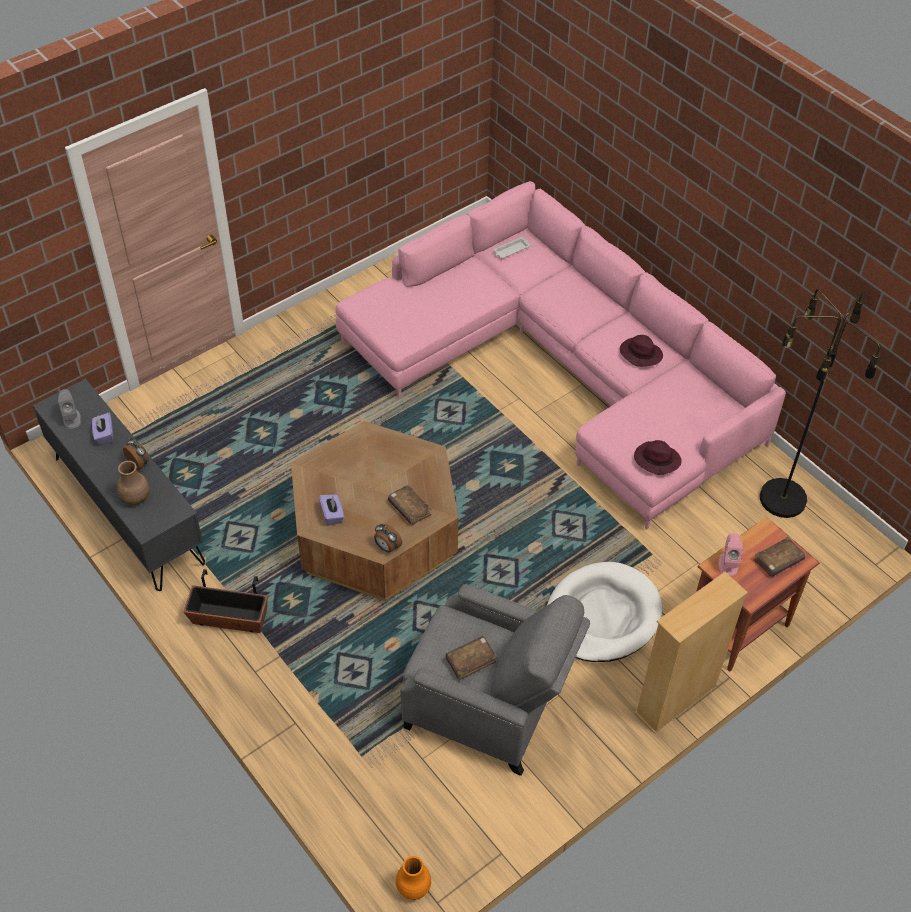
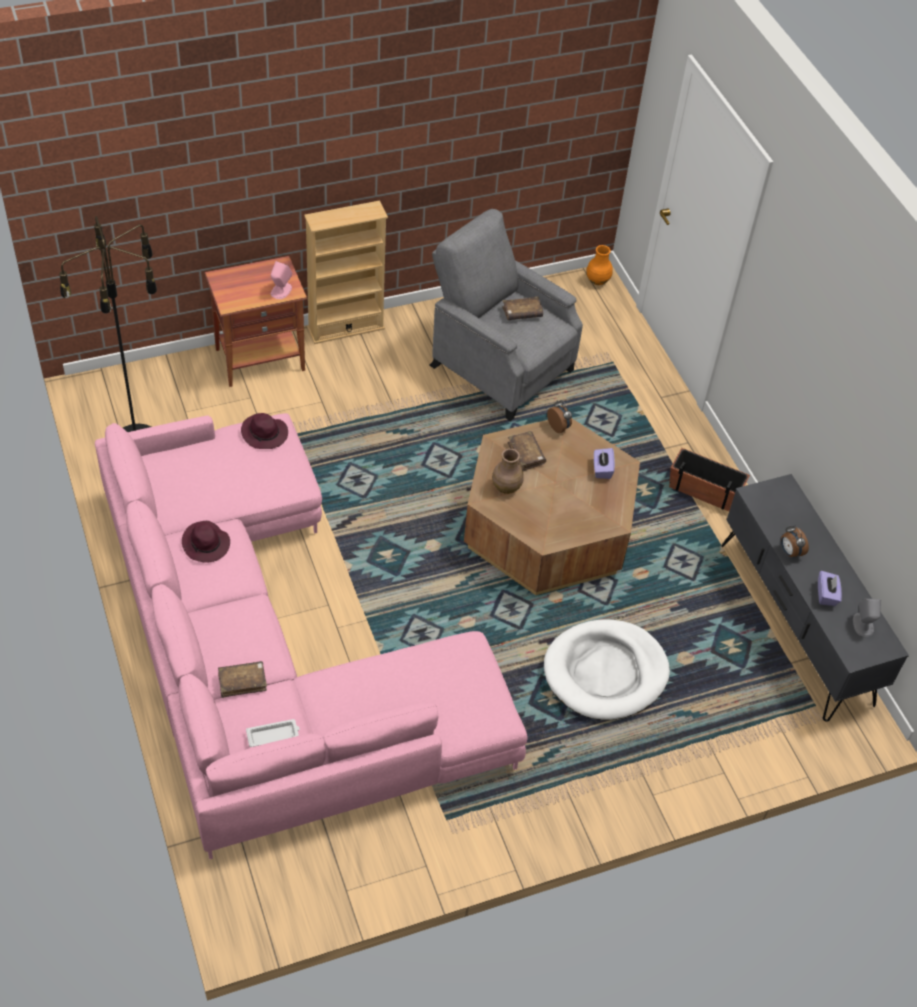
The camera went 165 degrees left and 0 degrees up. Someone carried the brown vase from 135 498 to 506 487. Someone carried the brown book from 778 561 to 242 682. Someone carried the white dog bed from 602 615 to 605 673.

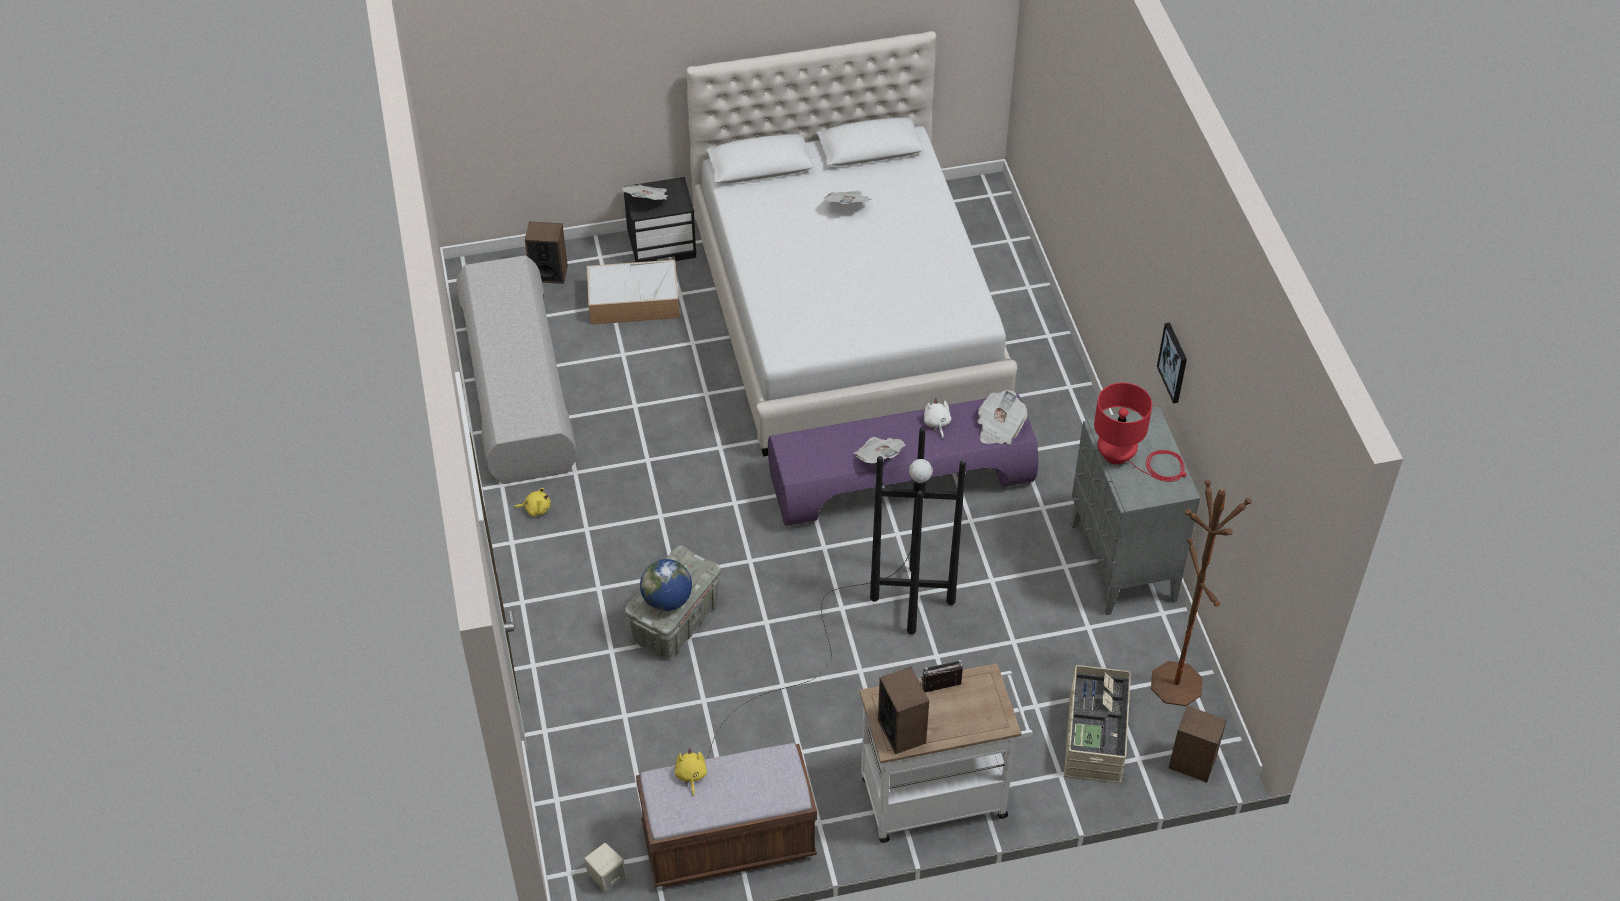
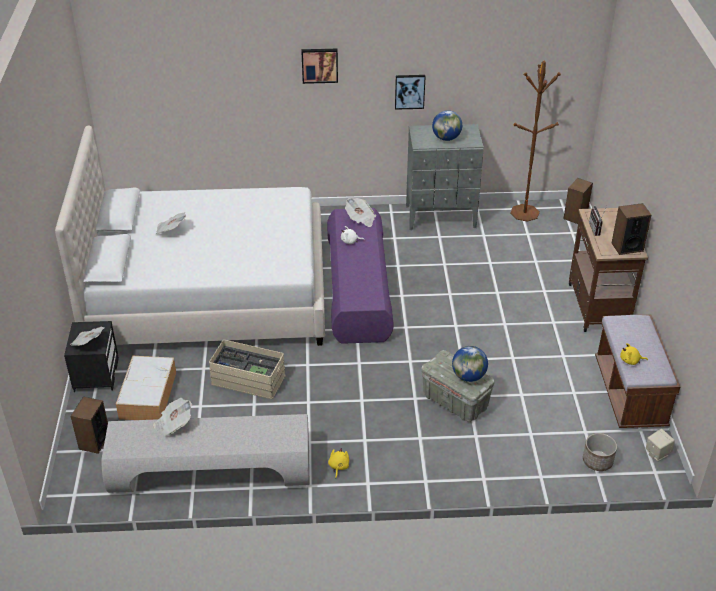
The camera went 80 degrees left and 10 degrees down. Someone swapped the red table lamp at 1135 459 for the globe at 446 138. Someone took away the black floor lamp at 856 631. Someone carried the newspaper from 878 457 to 173 424. Someone repainted the white cart at 938 798, which became the brown cart at 597 305. Someone carried the beige storage box from 1094 735 to 248 380. Someone put up the picture at 319 65. Someone put down the planter at 597 461.

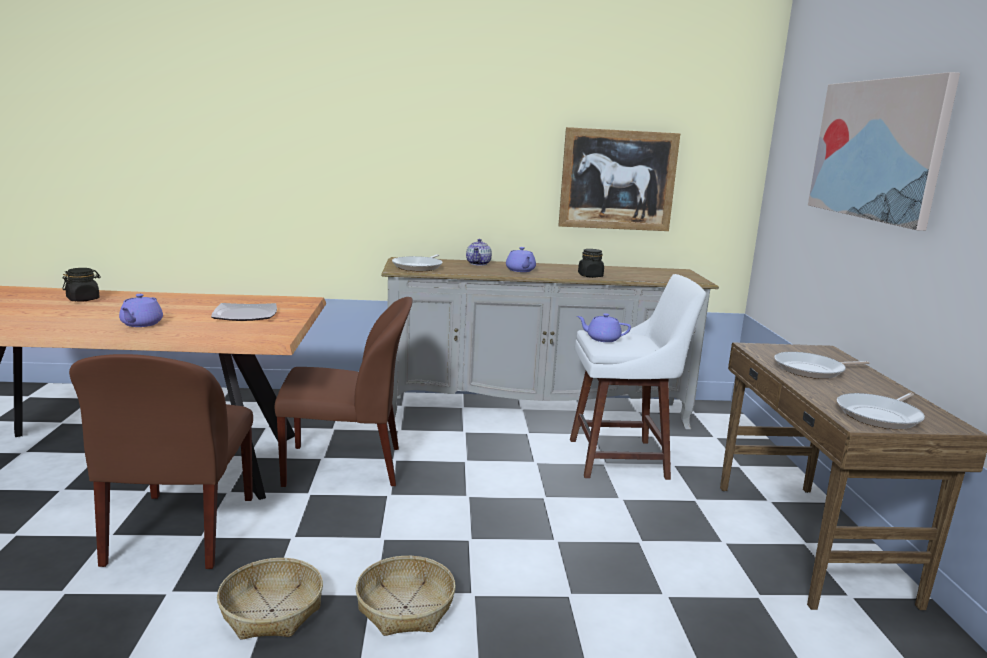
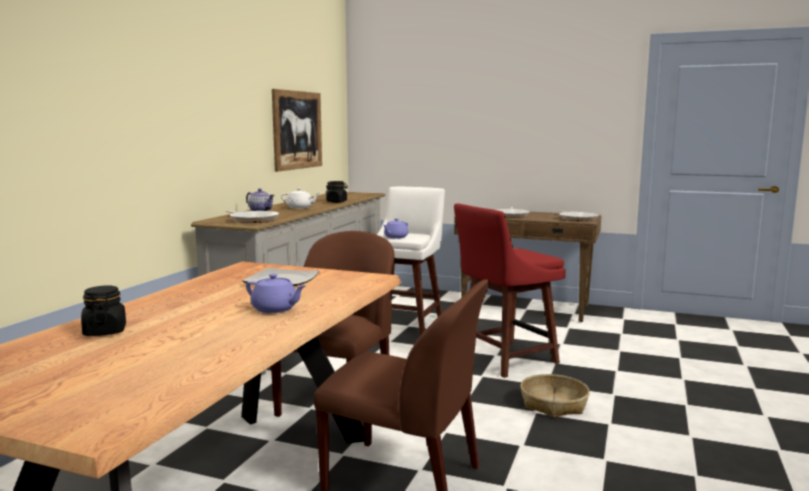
The camera went 65 degrees left and 5 degrees down. Someone took away the picture at 877 149. Someone repainted the purple teapot at 520 270, which became the white teapot at 300 208. Someone took away the basket at 272 611. Someone put down the red stool at 503 359.

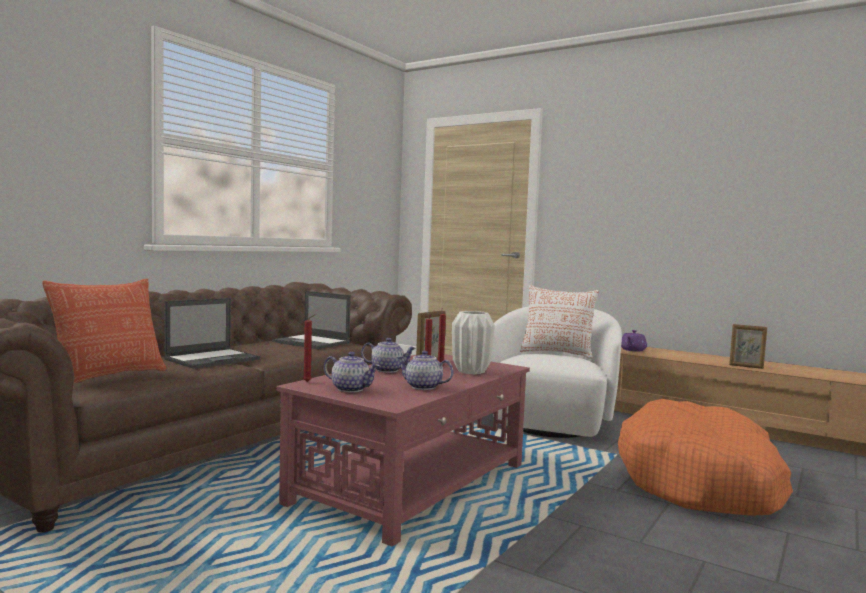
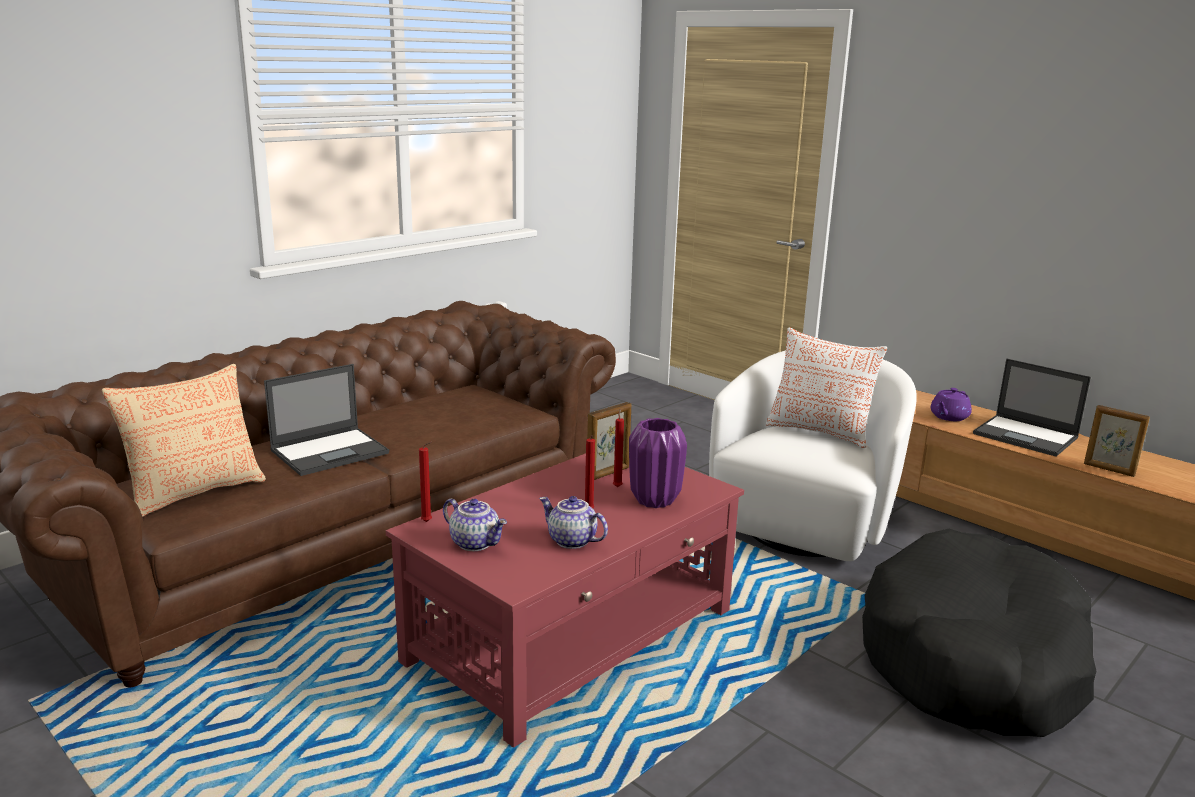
The camera went 10 degrees right and 15 degrees up. Someone repainted the orange pillow at 109 377, which became the beige pillow at 196 493. Someone carried the laptop from 312 342 to 1026 436. Someone repainted the white vase at 471 371, which became the purple vase at 655 500. Someone took away the teapot at 388 370. Someone repainted the orange dog bed at 700 481, which became the black dog bed at 974 660.

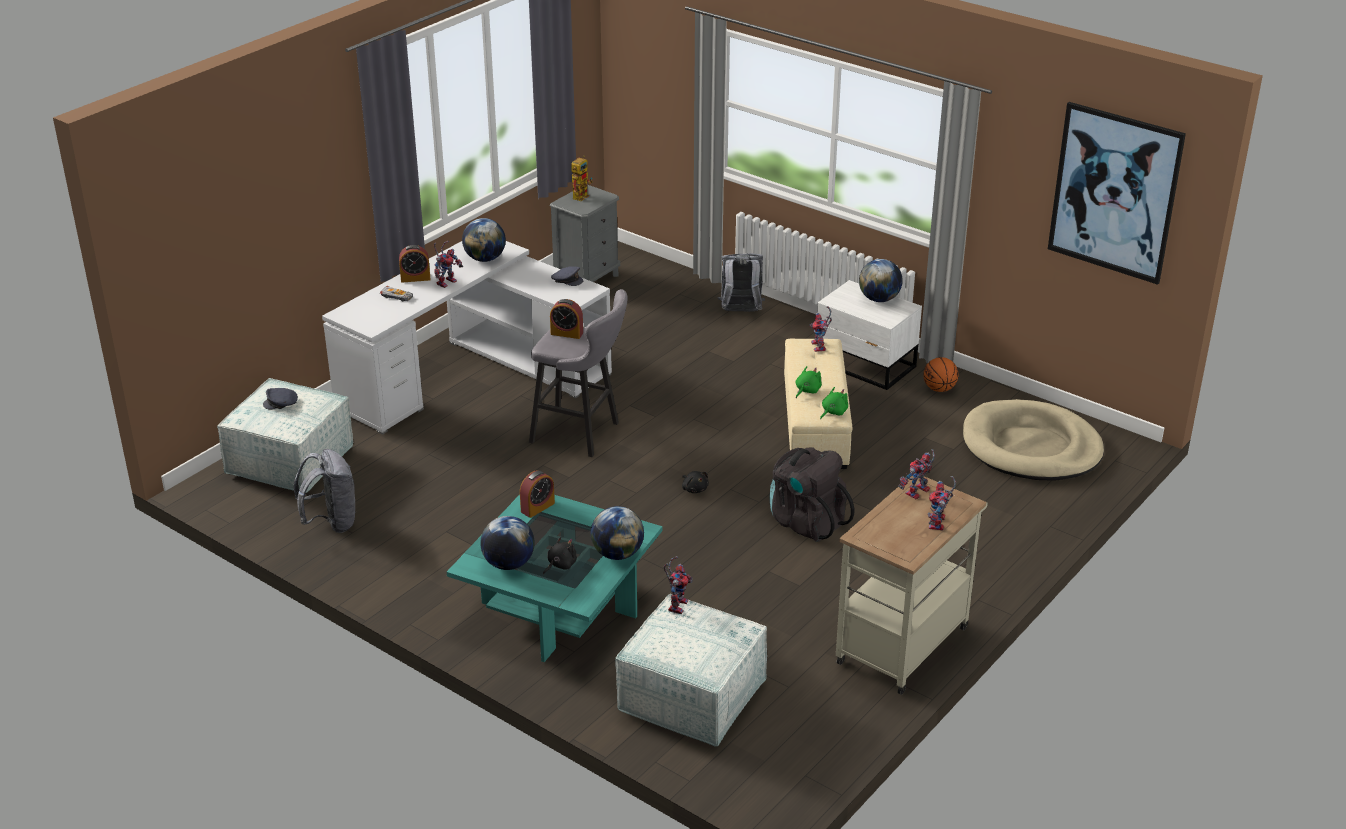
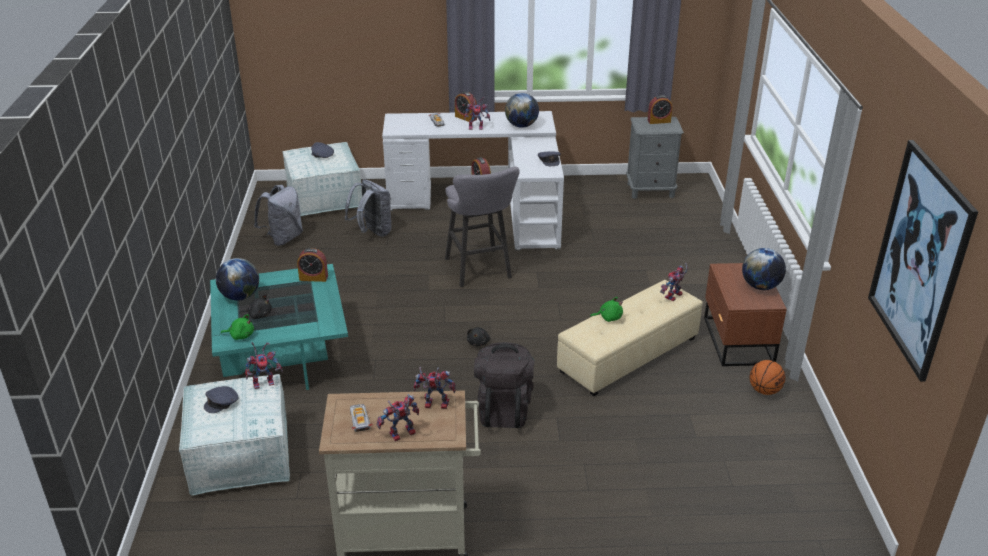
The camera went 50 degrees right and 0 degrees up. Someone swapped the toy robot at 581 195 for the alarm clock at 659 121. Someone carried the grey backpack from 740 312 to 372 232. Someone repainted the white nightstand at 865 366, which became the brown nightstand at 736 341. Someone carried the green plush toy from 833 412 to 241 335. Someone took away the beige dog bed at 1031 447. Someone took away the globe at 617 554. Someone put down the grey cap at 222 403. Someone put down the toy car at 360 420.

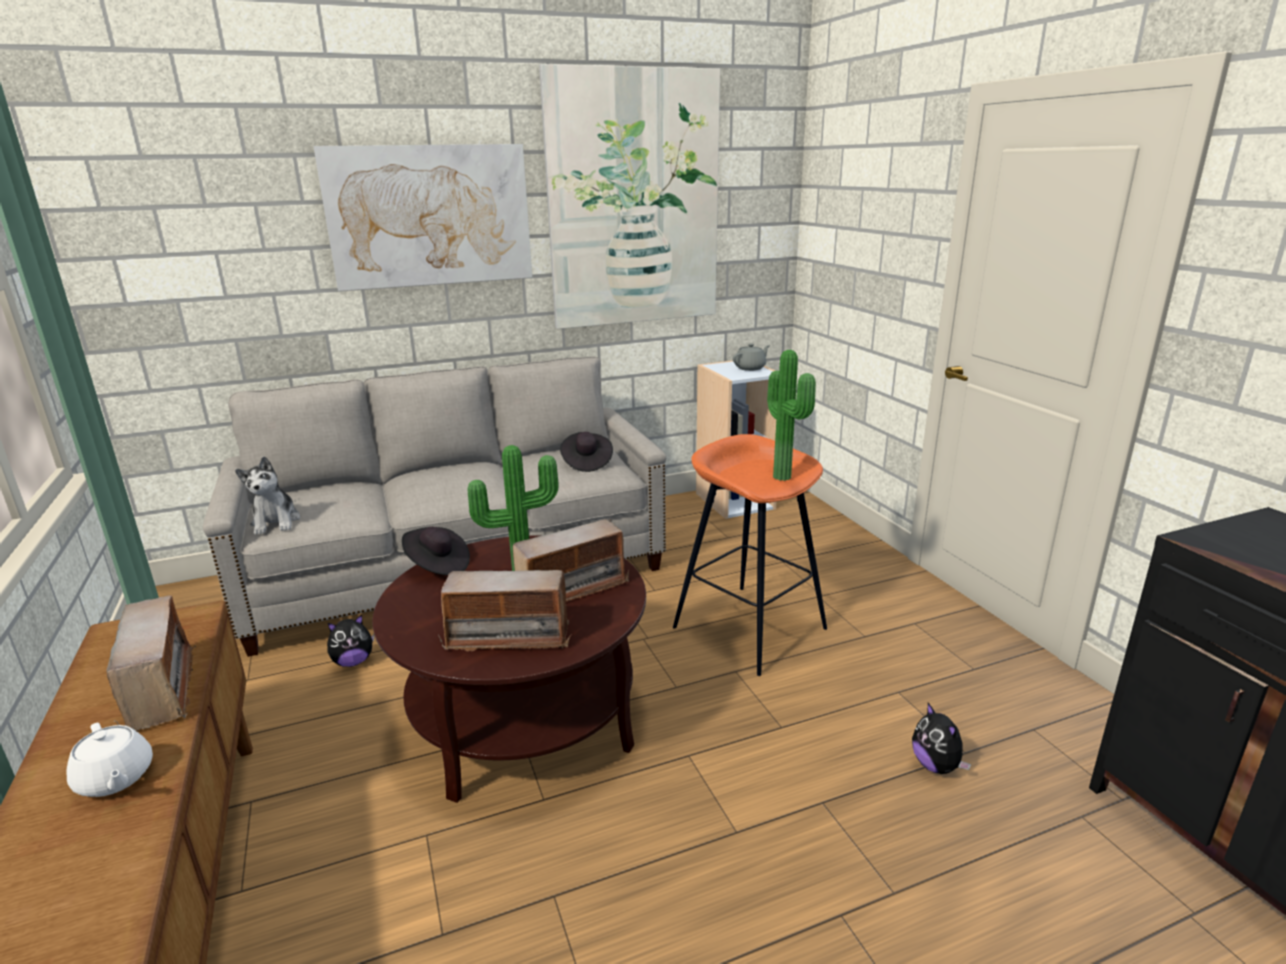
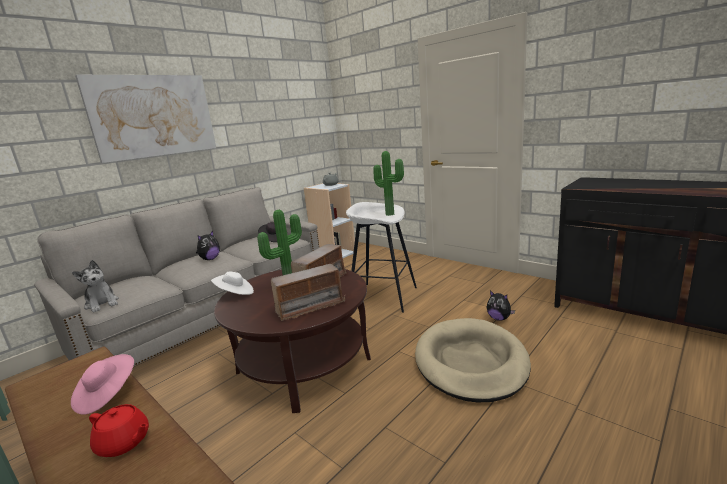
The camera went 25 degrees left and 5 degrees down. Someone took away the picture at 634 201. Someone repainted the orange stool at 749 627, which became the white stool at 383 297. Someone repainted the black hat at 437 565, which became the white hat at 235 294. Someone swapped the radio at 161 689 for the pink hat at 107 395. Someone carried the plush toy from 353 662 to 210 259. Someone repainted the white teapot at 115 779, which became the red teapot at 124 443. Someone put down the beige dog bed at 470 362.

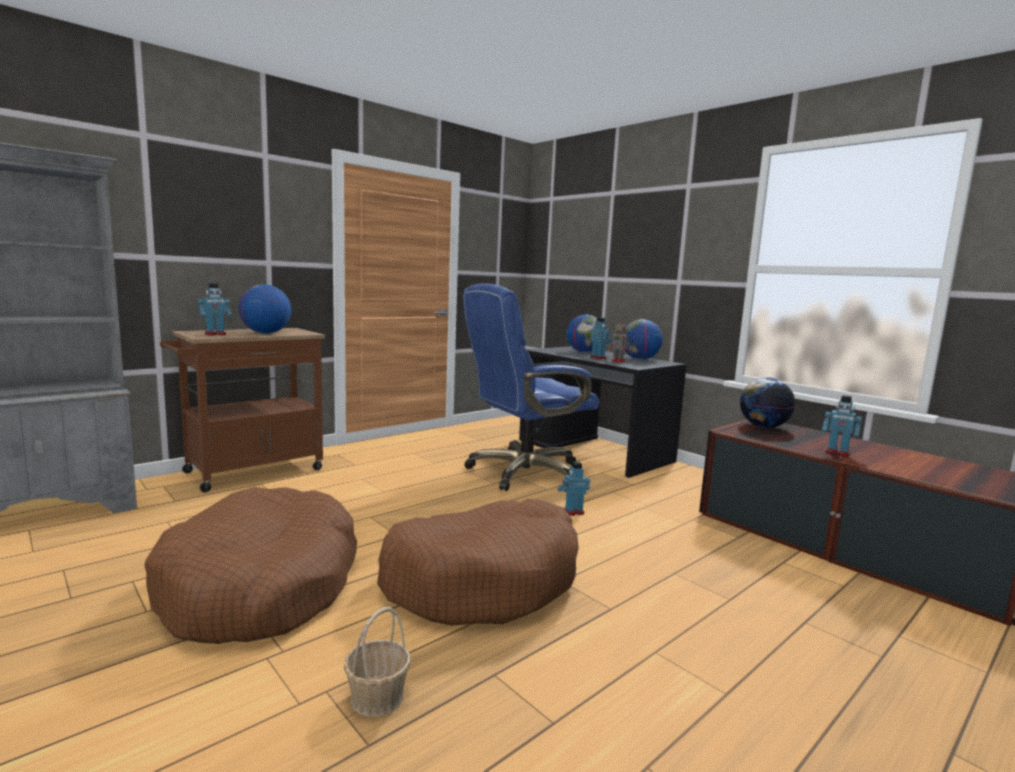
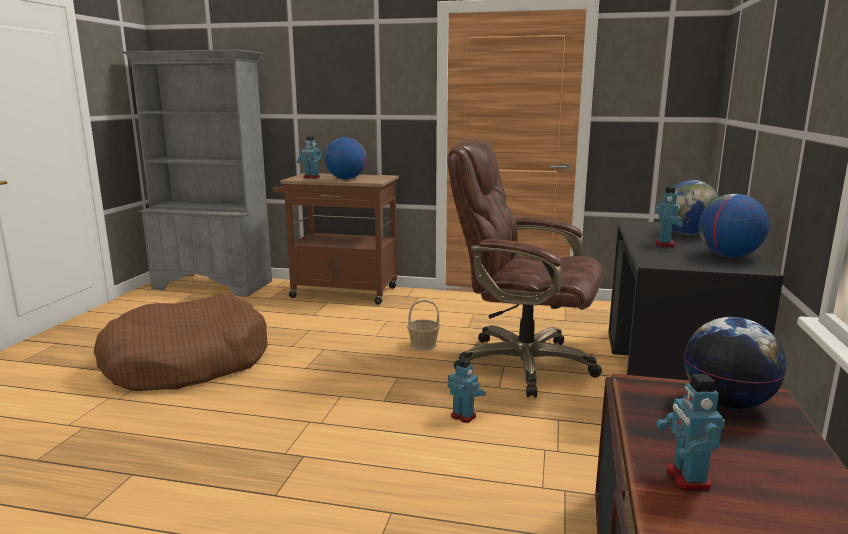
The camera went 55 degrees right and 5 degrees up. Someone repainted the blue office chair at 525 471, which became the brown office chair at 524 364. Someone took away the toy robot at 618 361. Someone took away the brown dog bed at 483 580. Someone carried the basket from 377 697 to 423 345.

